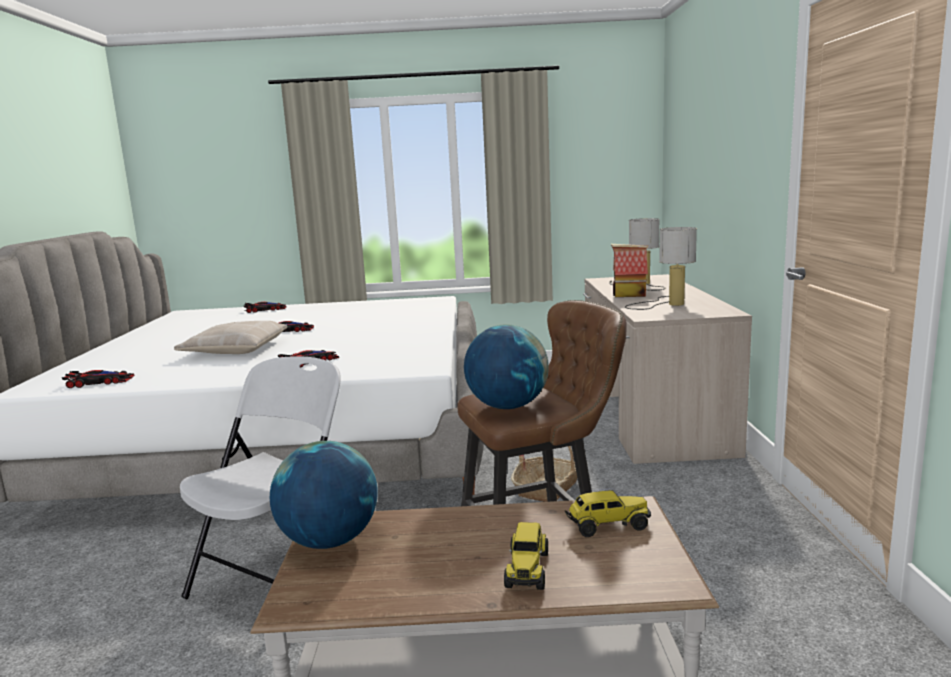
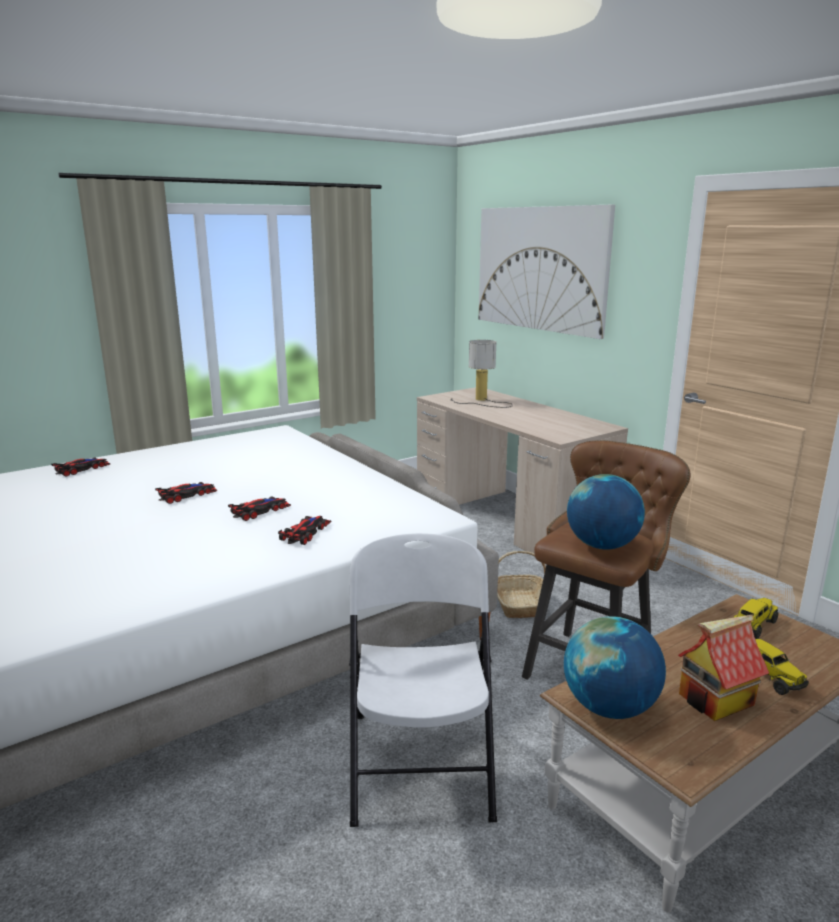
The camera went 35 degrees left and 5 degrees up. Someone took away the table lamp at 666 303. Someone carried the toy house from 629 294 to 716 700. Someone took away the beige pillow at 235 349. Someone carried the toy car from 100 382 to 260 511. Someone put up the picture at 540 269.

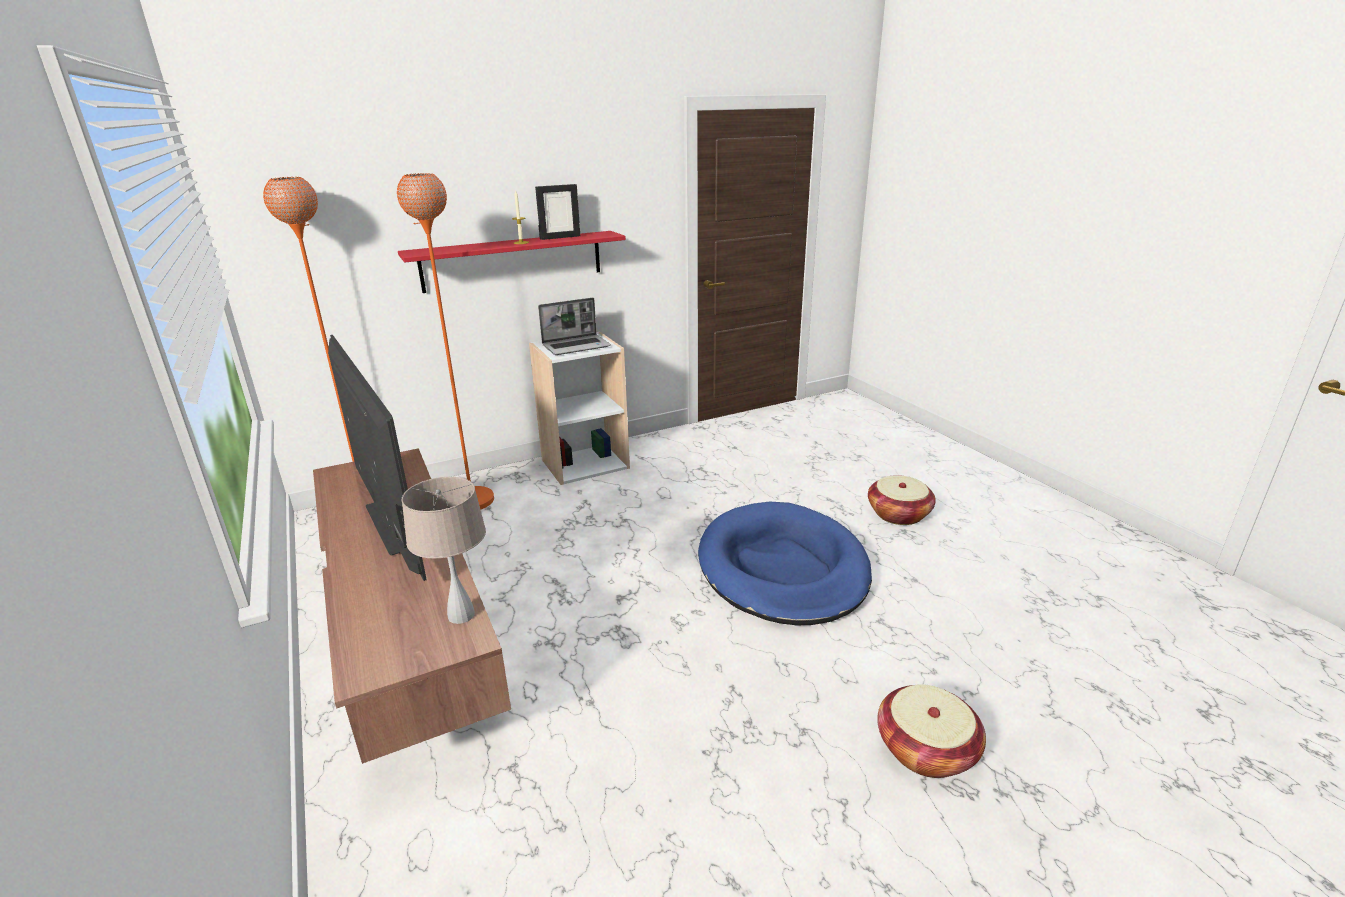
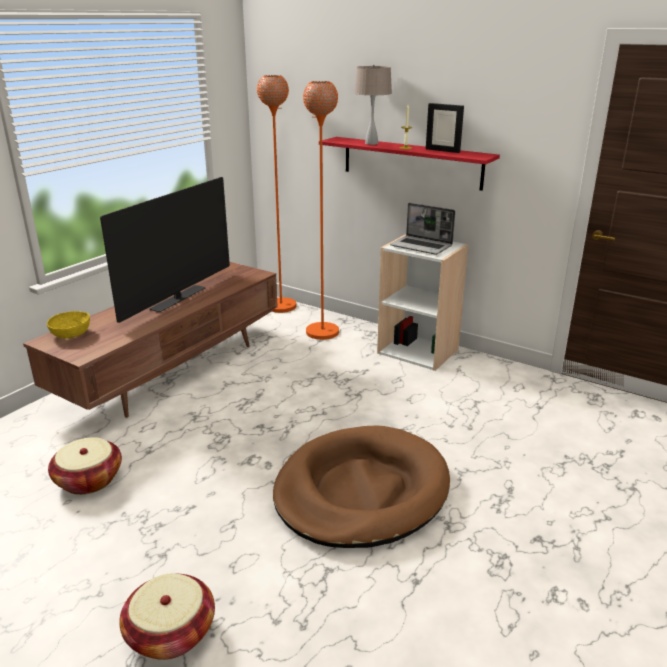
The camera went 60 degrees right and 0 degrees up. Someone carried the basket from 898 514 to 88 480. Someone carried the beige table lamp from 461 615 to 371 143. Someone repainted the blue dog bed at 783 568, which became the brown dog bed at 361 491. Someone put down the yellow bowl at 71 334.

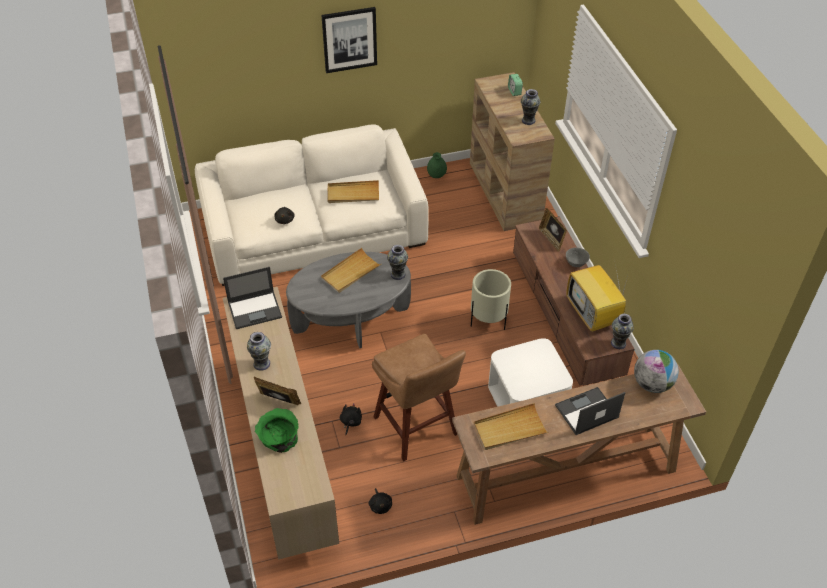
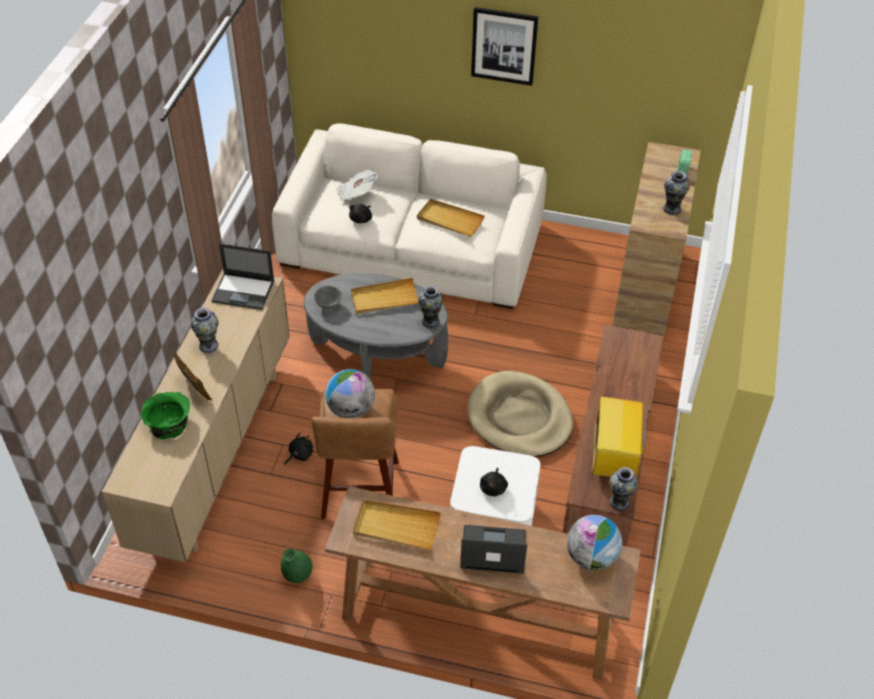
The camera went 30 degrees right and 0 degrees up. Someone carried the green vase from 436 175 to 297 575. Someone took away the picture frame at 551 239. Someone carried the grey bowl from 576 264 to 329 305. Someone swapped the beige planter at 488 321 for the beige dog bed at 519 418. Someone carried the black plush toy from 380 505 to 493 487. Someone put down the newspaper at 356 193. Someone put down the globe at 350 409.

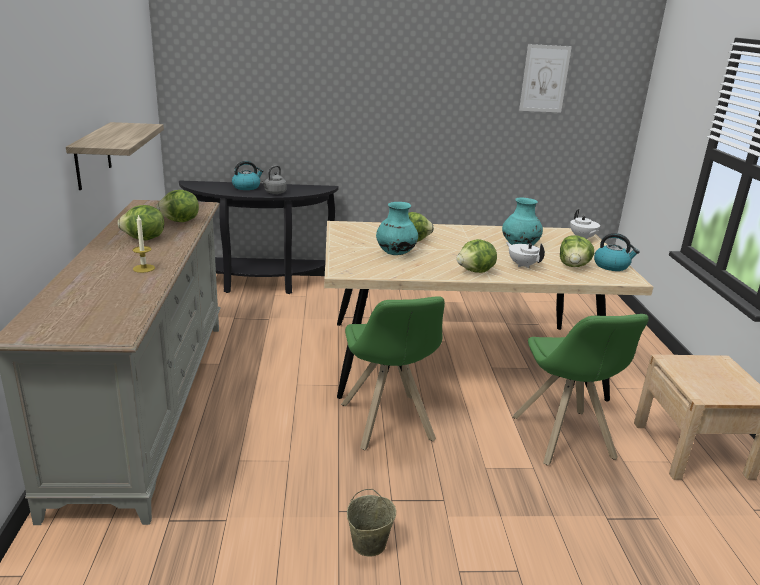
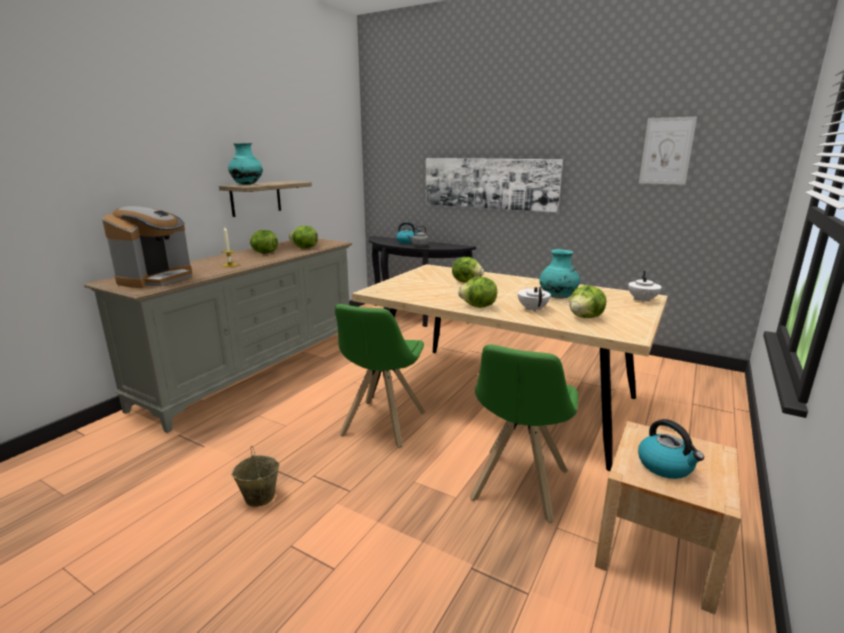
The camera went 35 degrees right and 5 degrees down. Someone carried the turquoise vase from 395 253 to 247 185. Someone carried the kettle from 612 266 to 666 466. Someone put up the picture at 489 183. Someone put down the coffee machine at 157 279.

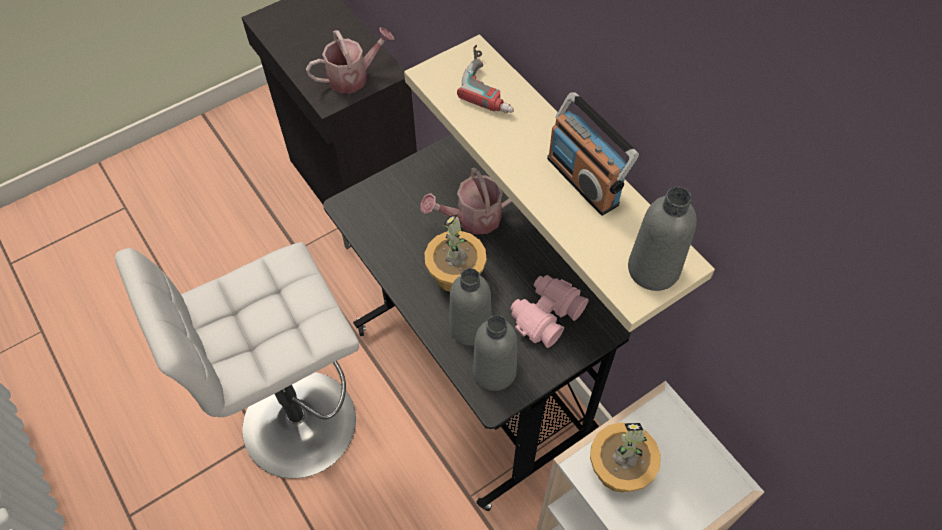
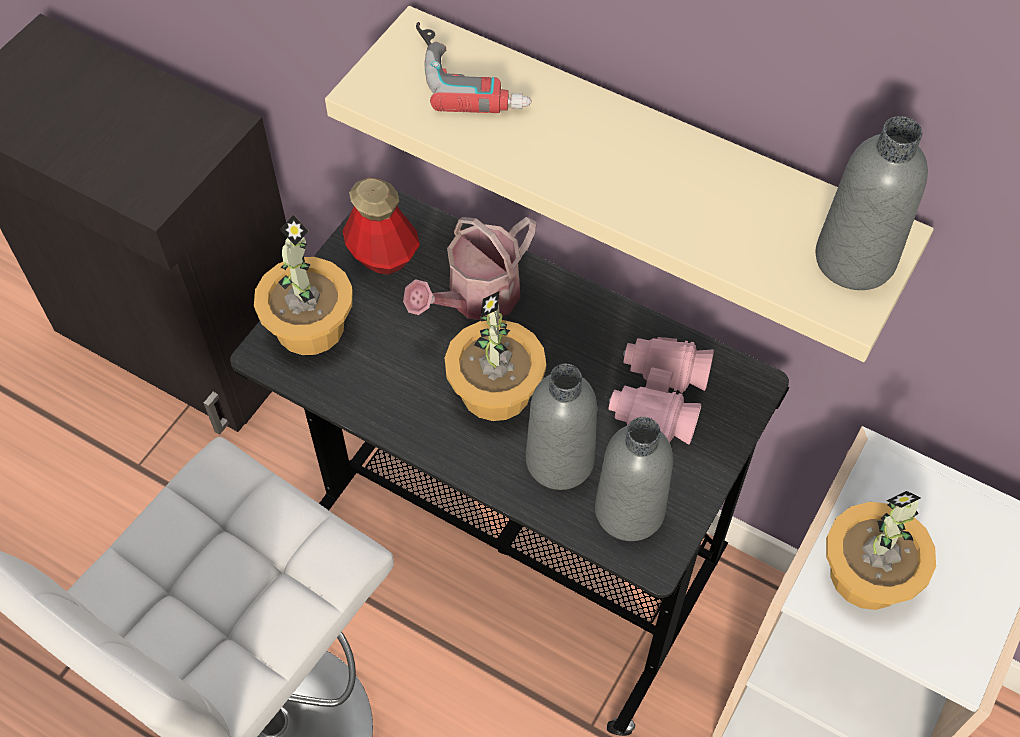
The camera went 25 degrees left and 0 degrees up. Someone took away the watering can at 353 77. Someone took away the radio at 583 180. Someone put down the bottle at 383 256. Someone put down the potted plant at 309 326.

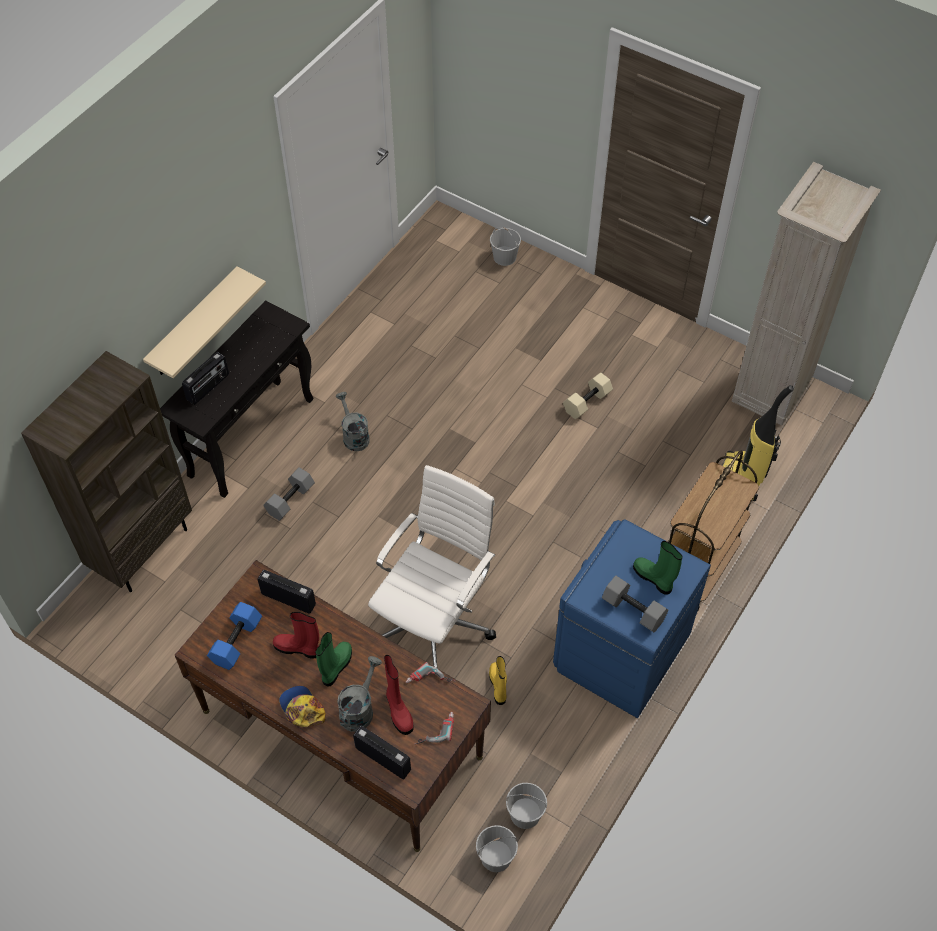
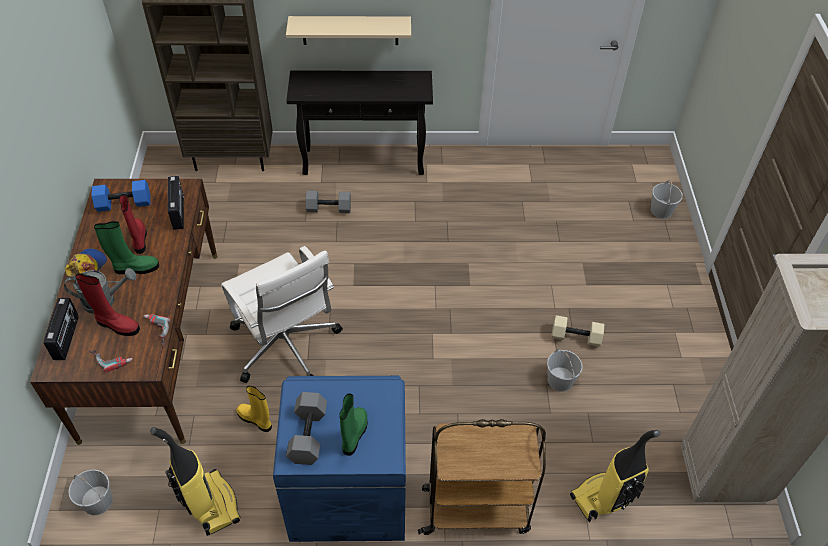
The camera went 55 degrees right and 5 degrees down. Someone took away the radio at 208 387. Someone took away the grey watering can at 354 435. Someone rotated the white office chair at 435 622 by 60 degrees clockwise. Someone rotated the red boot at 398 710 by 105 degrees counterclockwise. Someone rotated the yellow boot at 498 686 by 105 degrees counterclockwise. Someone carried the white bucket from 524 814 to 559 380. Someone put down the vacuum cleaner at 211 503.

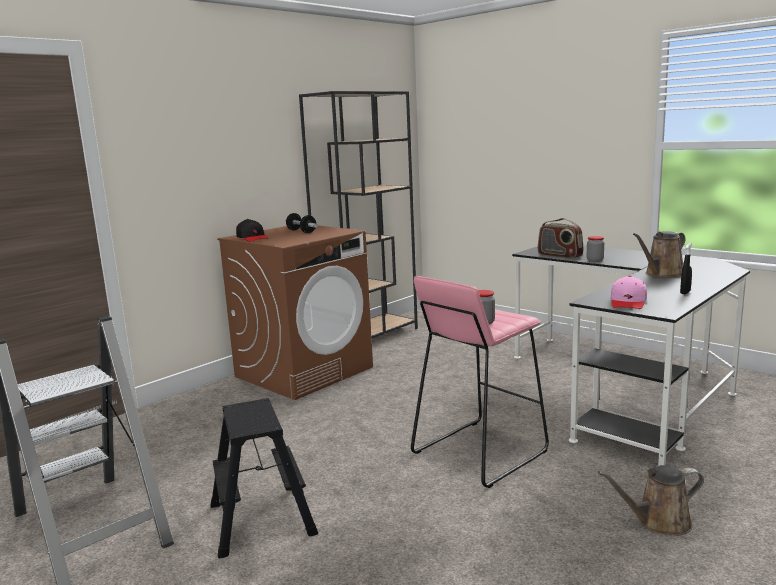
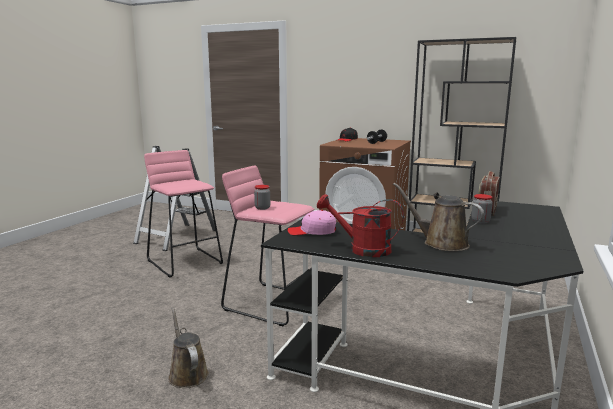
The camera went 70 degrees right and 0 degrees up. Someone swapped the black spray bottle at 685 292 for the red watering can at 362 249. Someone swapped the black step ladder at 262 519 for the pink stool at 185 262.

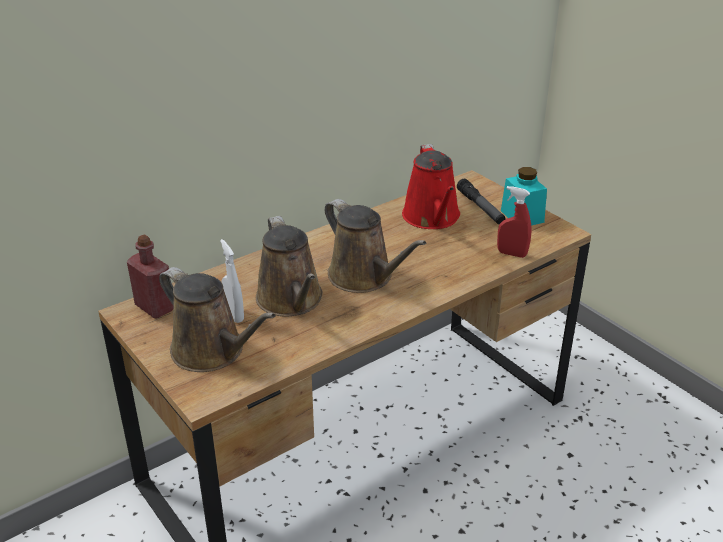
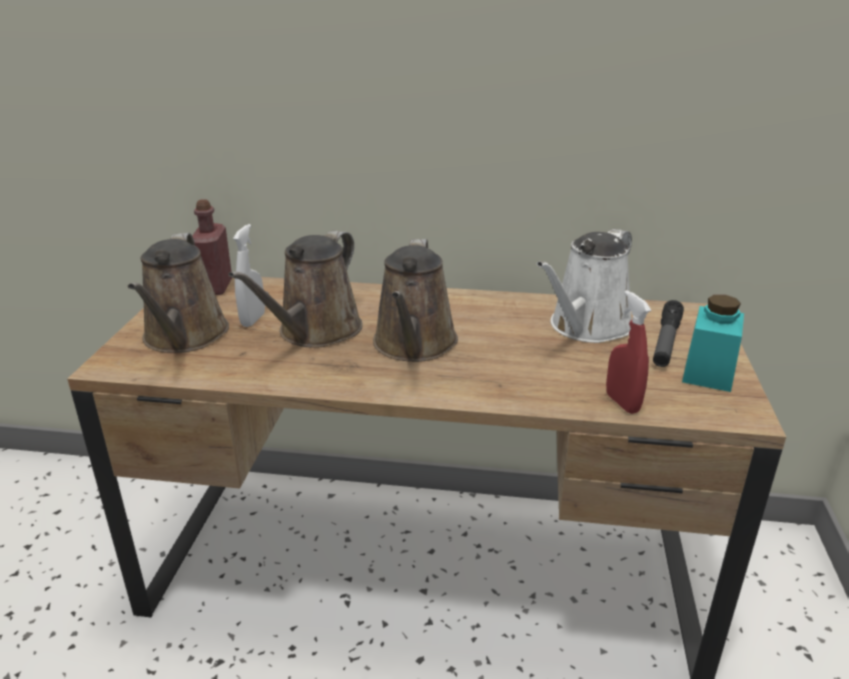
The camera went 45 degrees right and 5 degrees down. Someone repainted the red watering can at 432 218, which became the white watering can at 586 327.

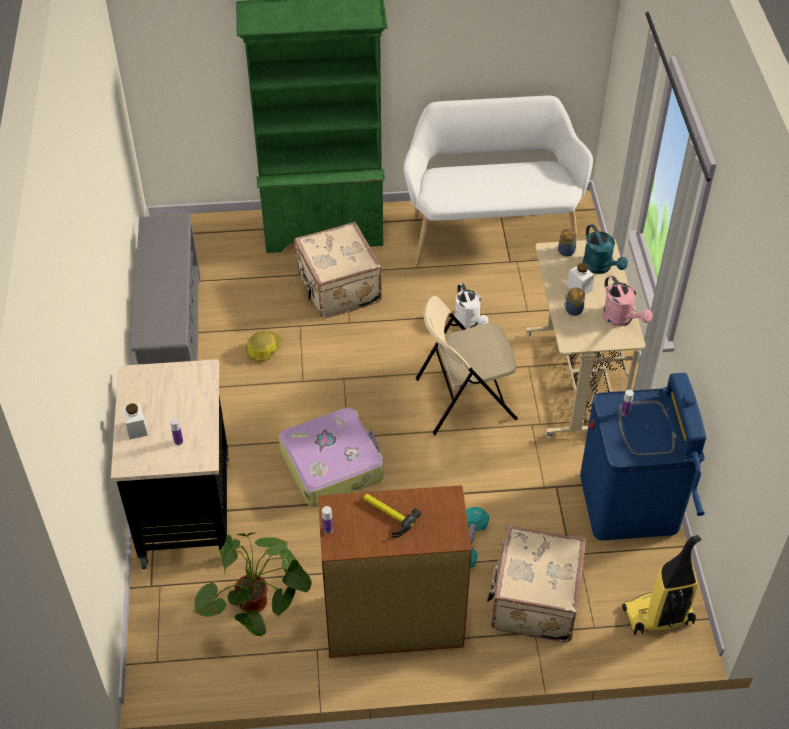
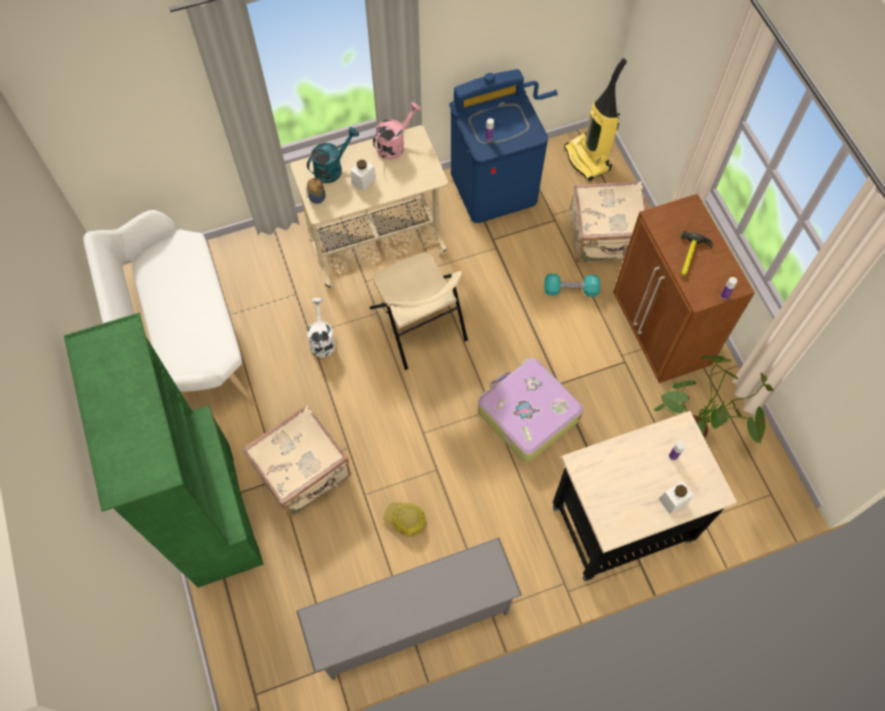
The camera went 105 degrees left and 15 degrees up. Someone rotated the white watering can at 469 322 by 60 degrees counterclockwise. Someone took away the jar at 573 310.

